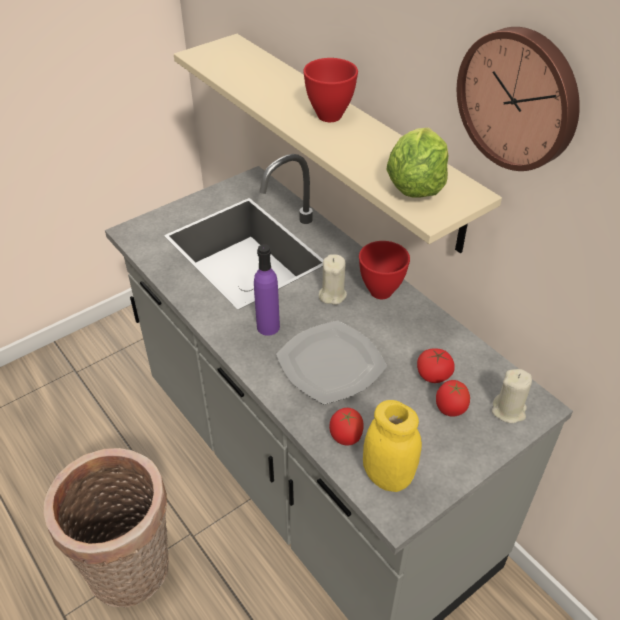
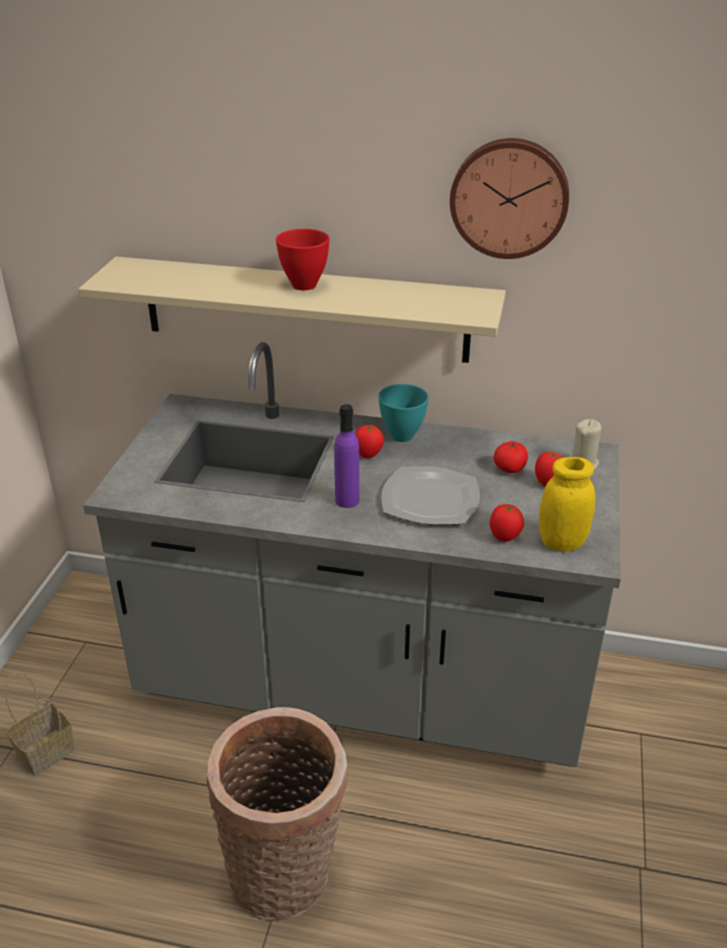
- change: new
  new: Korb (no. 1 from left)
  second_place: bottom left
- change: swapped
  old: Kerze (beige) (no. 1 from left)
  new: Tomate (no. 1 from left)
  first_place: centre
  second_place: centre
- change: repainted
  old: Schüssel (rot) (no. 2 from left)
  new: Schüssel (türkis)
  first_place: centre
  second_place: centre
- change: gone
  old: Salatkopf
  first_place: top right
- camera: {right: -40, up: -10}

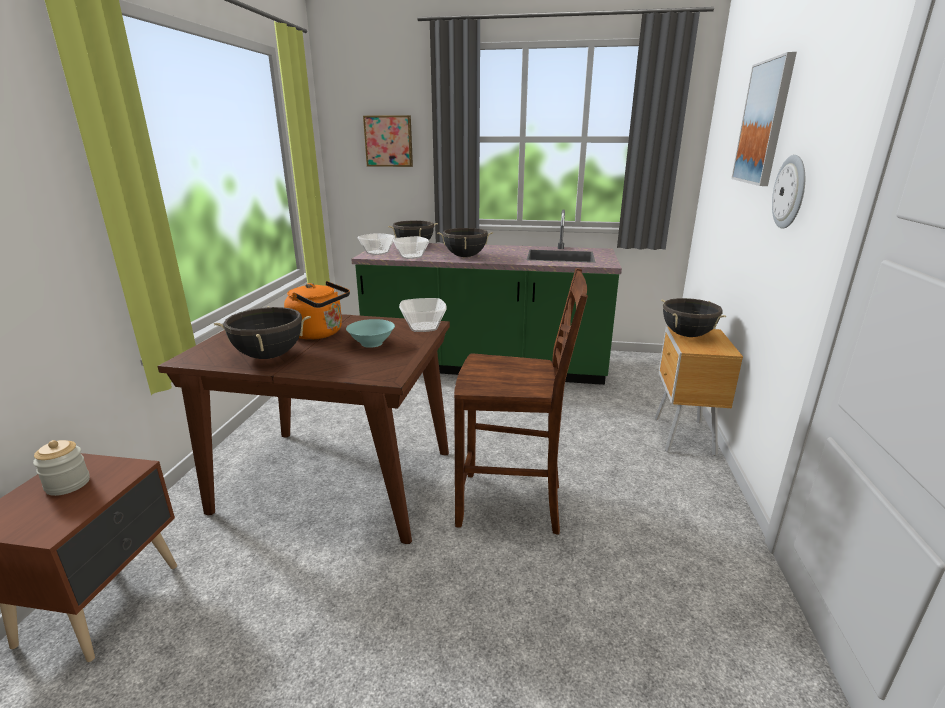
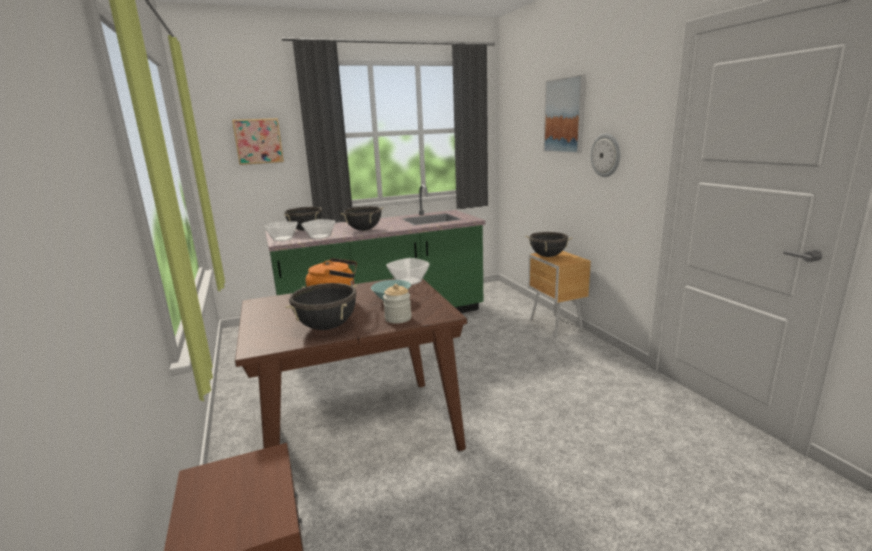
- change: shifted
  old: Vorratsglas
  first_place: middle left
  second_place: centre
- change: gone
  old: Stuhl (braun)
  first_place: centre
- camera: {right: -30, up: -5}

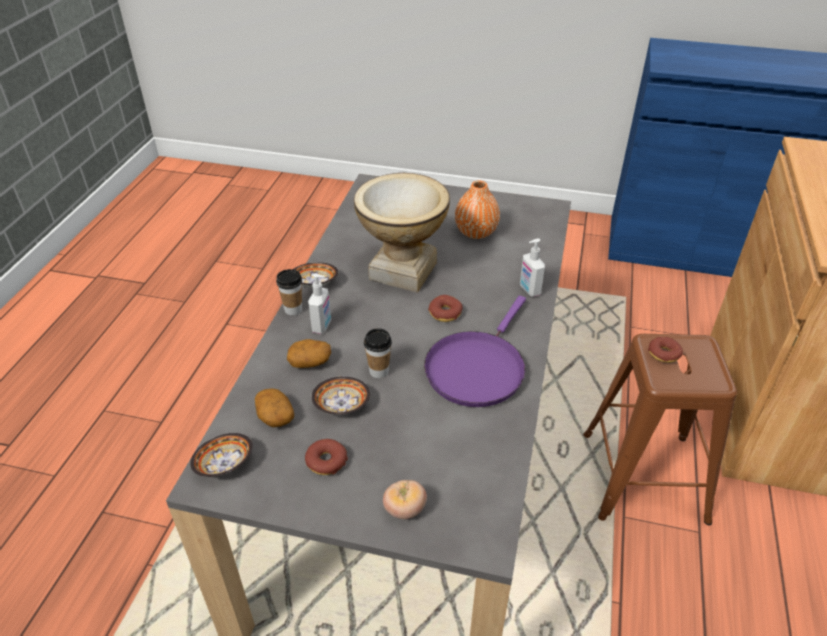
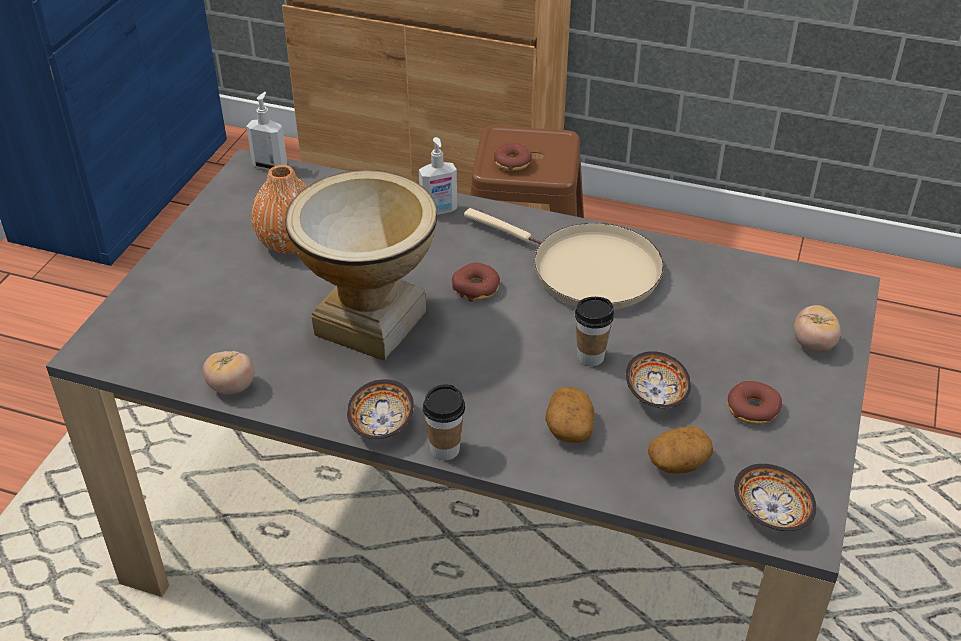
- change: new
  new: Tomate (no. 1 from left)
  second_place: middle left
- change: shifted
  old: Seifenspender (no. 1 from left)
  first_place: centre
  second_place: top left
- change: repainted
  old: Pfanne (lila)
  new: Pfanne (beige)
  first_place: centre
  second_place: centre
- camera: {right: -85, up: 0}

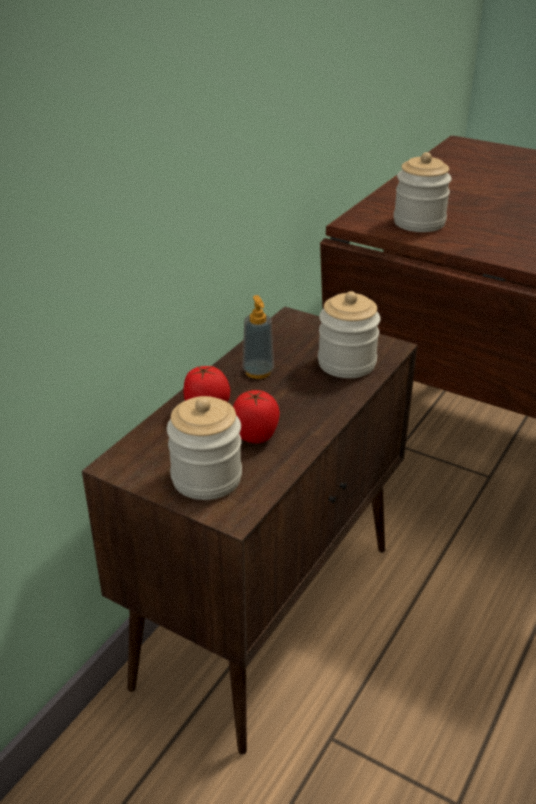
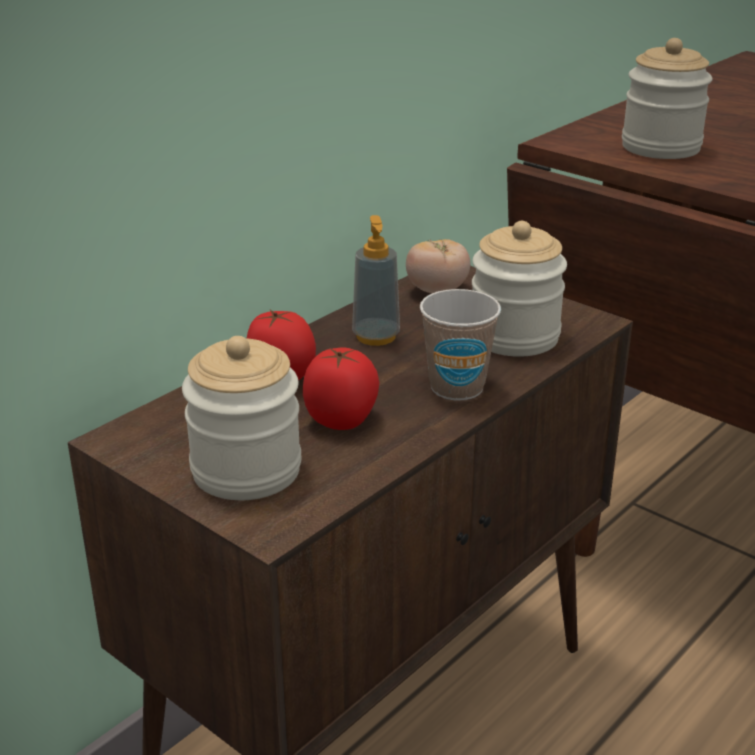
- change: new
  new: Tomate (no. 3 from left)
  second_place: centre
- change: new
  new: Tasse
  second_place: centre
- camera: {right: 10, up: -5}

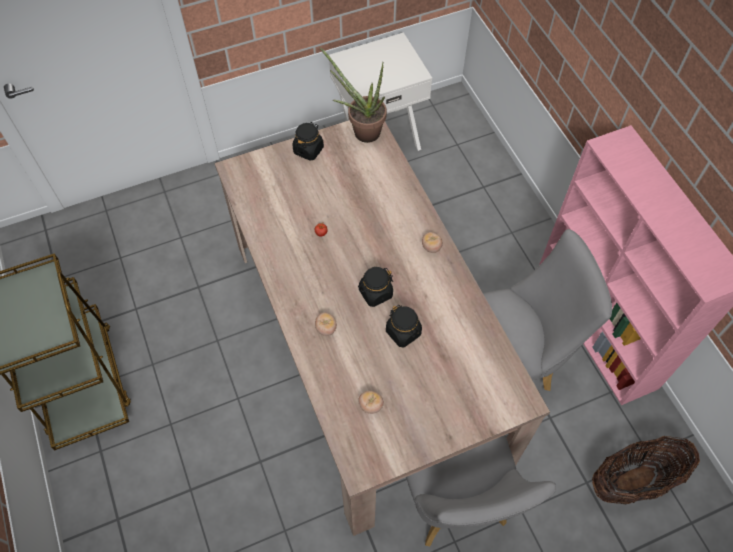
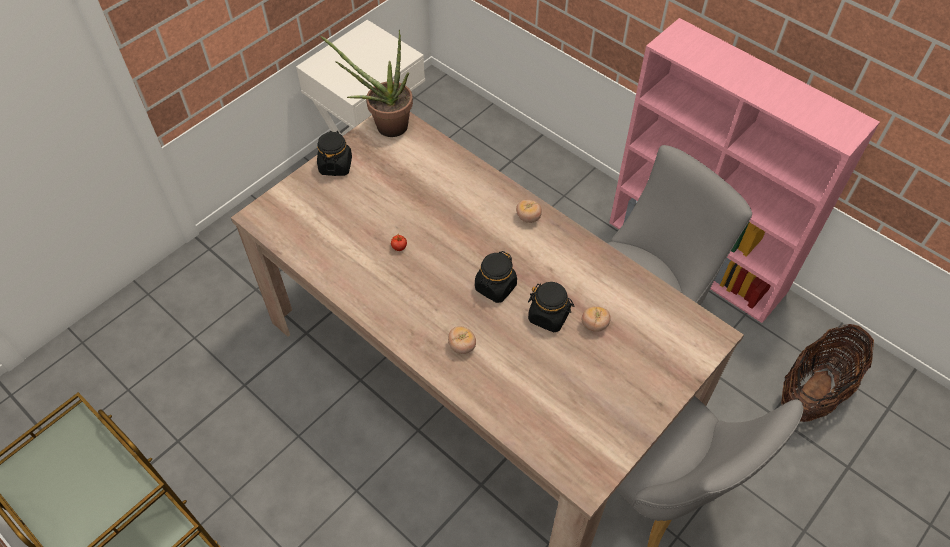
- change: shifted
  old: Tomate (no. 3 from left in the first image)
  new: Tomate (no. 4 from left)
  first_place: bottom centre
  second_place: centre
- camera: {right: -25, up: -5}

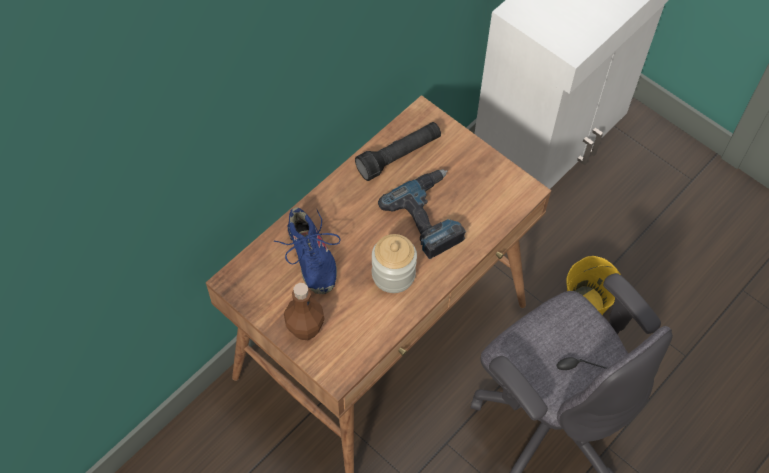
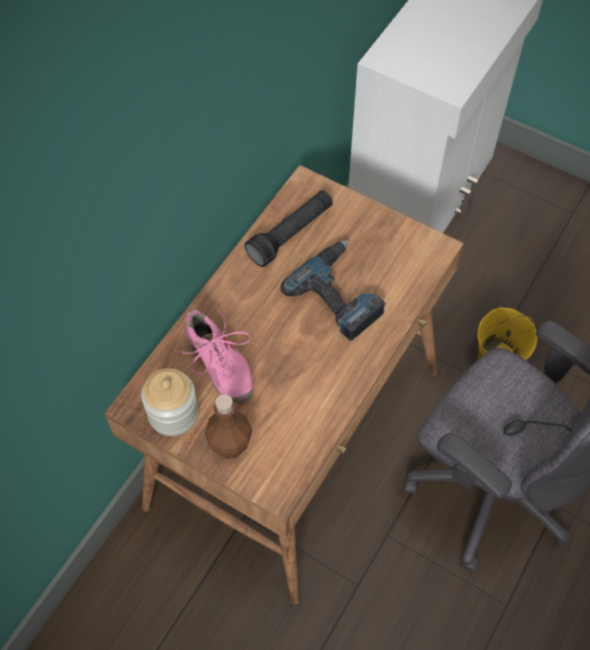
- change: shifted
  old: Vorratsglas
  first_place: centre
  second_place: middle left
- change: repainted
  old: Schuh (blau)
  new: Schuh (rosa)
  first_place: centre
  second_place: centre
- camera: {right: -10, up: 0}

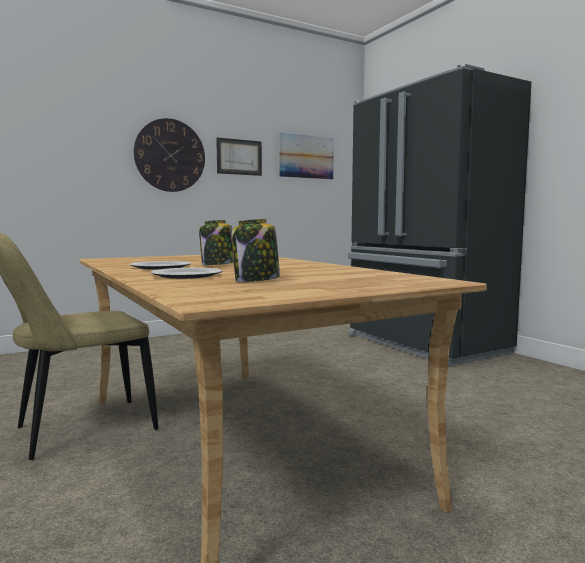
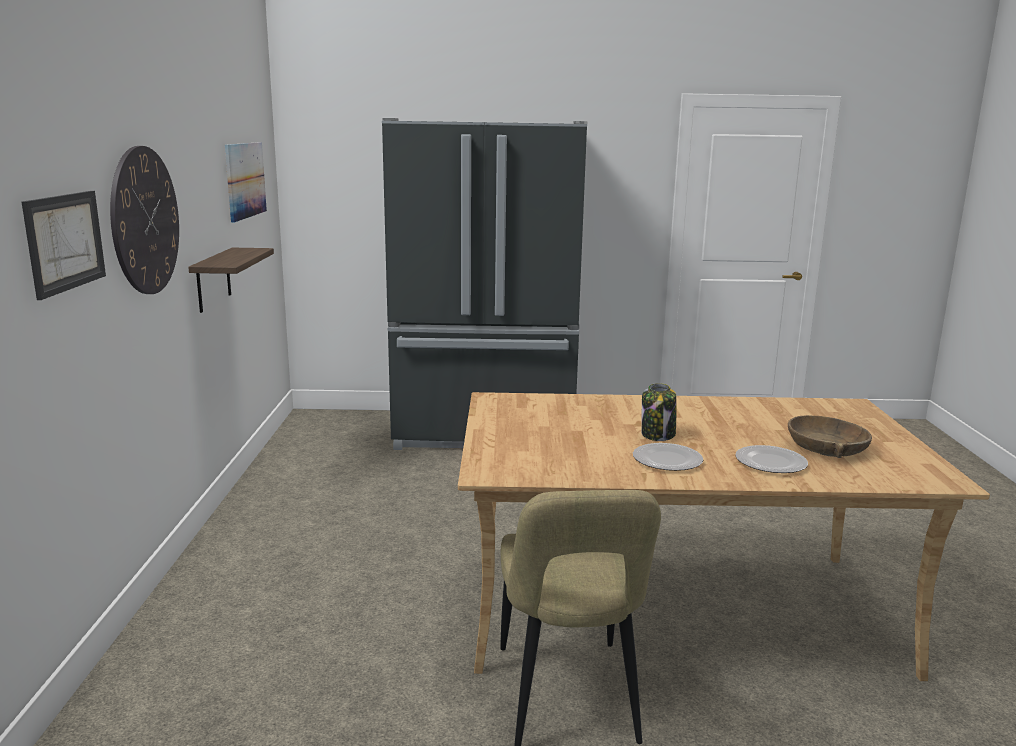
- change: shifted
  old: Bild (no. 1 from left)
  first_place: top centre
  second_place: top left
- change: new
  new: Wandregal
  second_place: middle left
- change: swapped
  old: Vorratsglas (no. 2 from left)
  new: Schüssel (braun)
  first_place: centre
  second_place: middle right
- camera: {right: -60, up: 10}

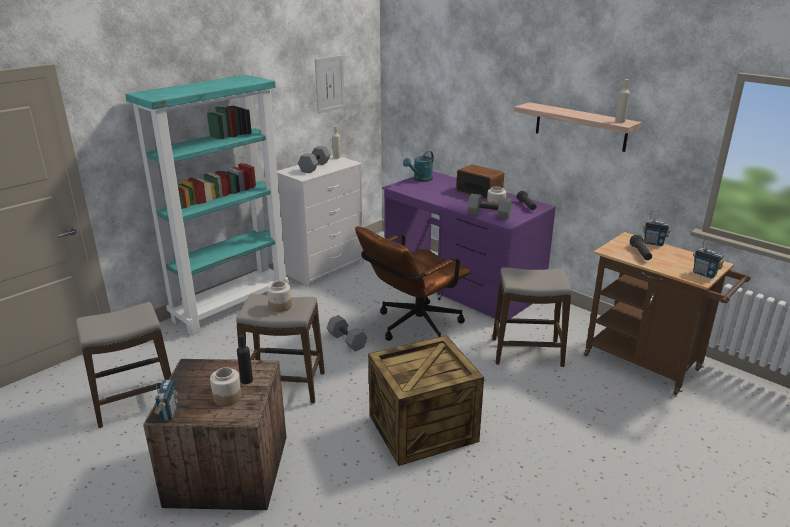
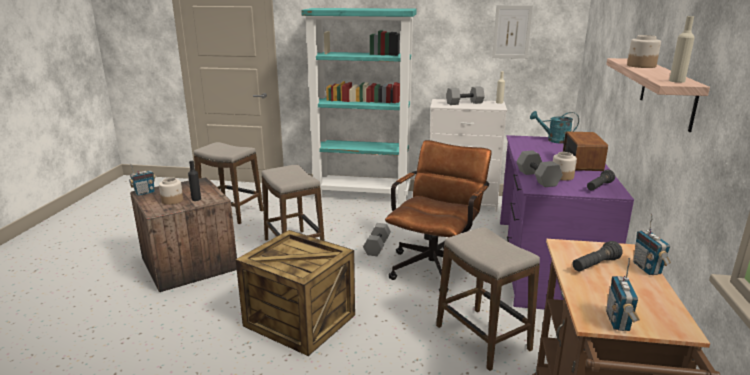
- change: rotated
  old: Bürostuhl (braun)
  first_place: centre
  second_place: centre
  degrees: 105
- change: shifted
  old: Vorratsglas (no. 2 from left in the first image)
  new: Vorratsglas (no. 3 from left)
  first_place: centre
  second_place: top right
- camera: {right: 55, up: -5}

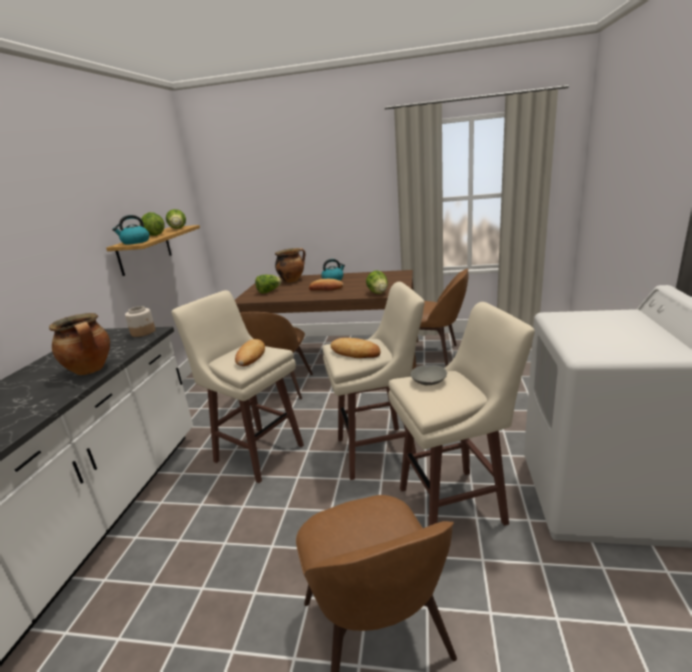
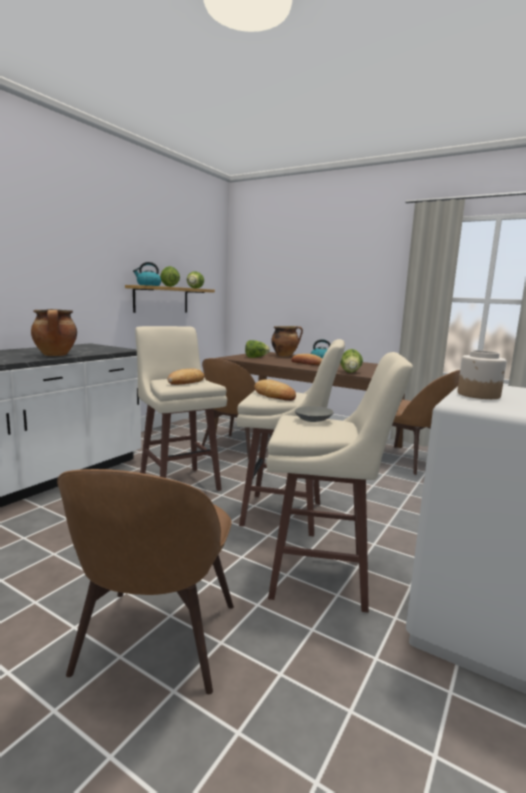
- change: shifted
  old: Vorratsglas
  first_place: middle left
  second_place: middle right
- camera: {right: 20, up: -10}

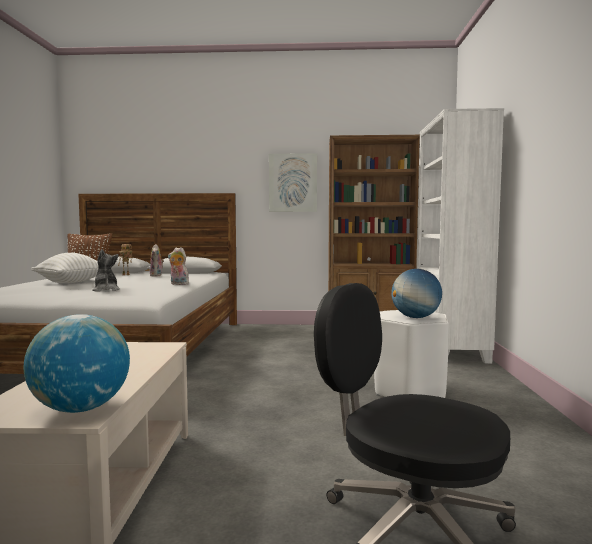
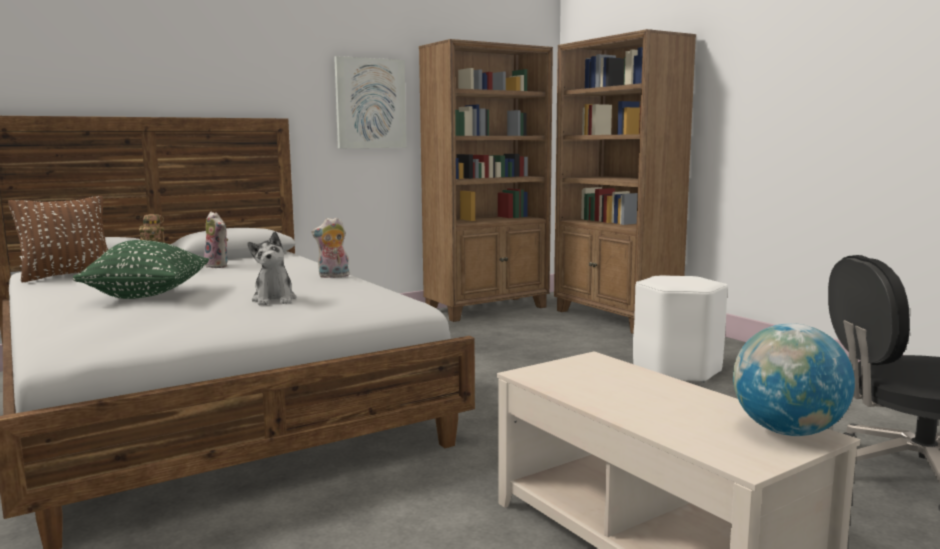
- change: repainted
  old: Kissen (weiß)
  new: Kissen (grün)
  first_place: middle left
  second_place: middle left
- change: rotated
  old: Plüschtier (no. 1 from left in the first image)
  first_place: middle left
  second_place: middle left
  degrees: -135
- change: repainted
  old: Bücherregal (weiß)
  new: Bücherregal (braun) (no. 2 from left)
  first_place: middle right
  second_place: top centre
- change: gone
  old: Globus (no. 2 from left)
  first_place: middle right
- camera: {right: -35, up: 5}

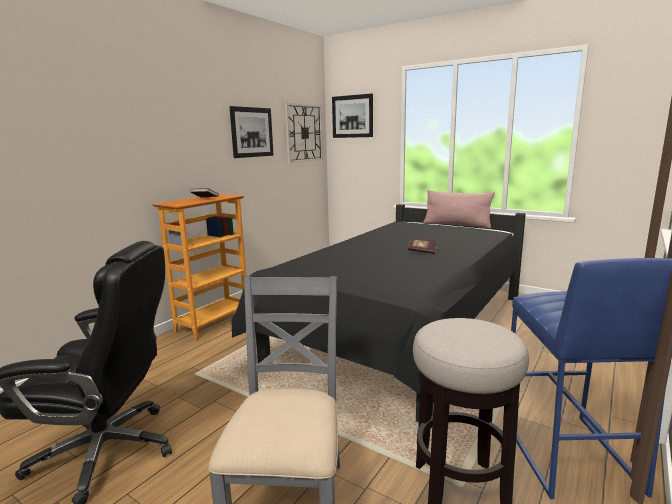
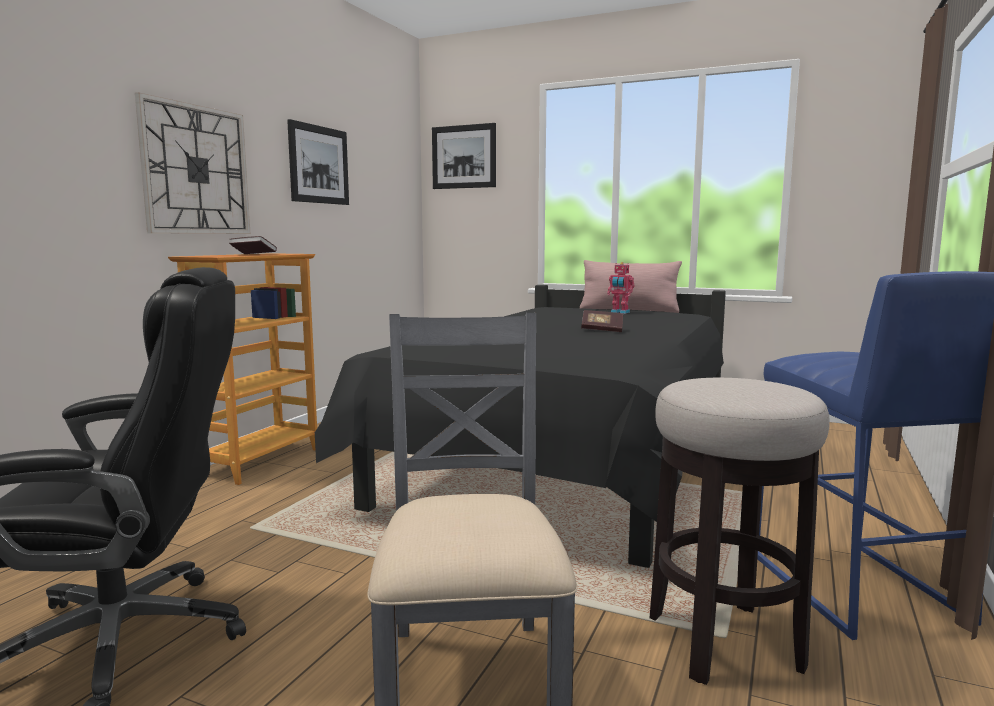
- change: shifted
  old: Wanduhr
  first_place: top centre
  second_place: top left
- change: new
  new: Spielzeugroboter
  second_place: centre
- camera: {right: -10, up: -5}

